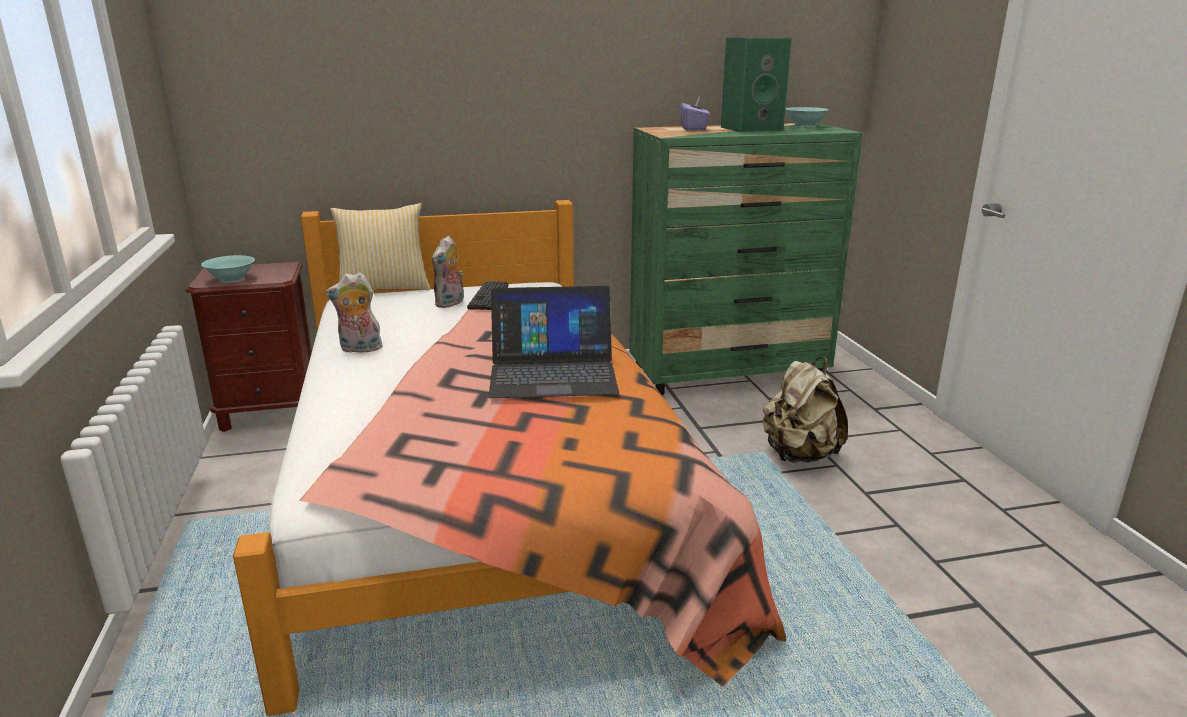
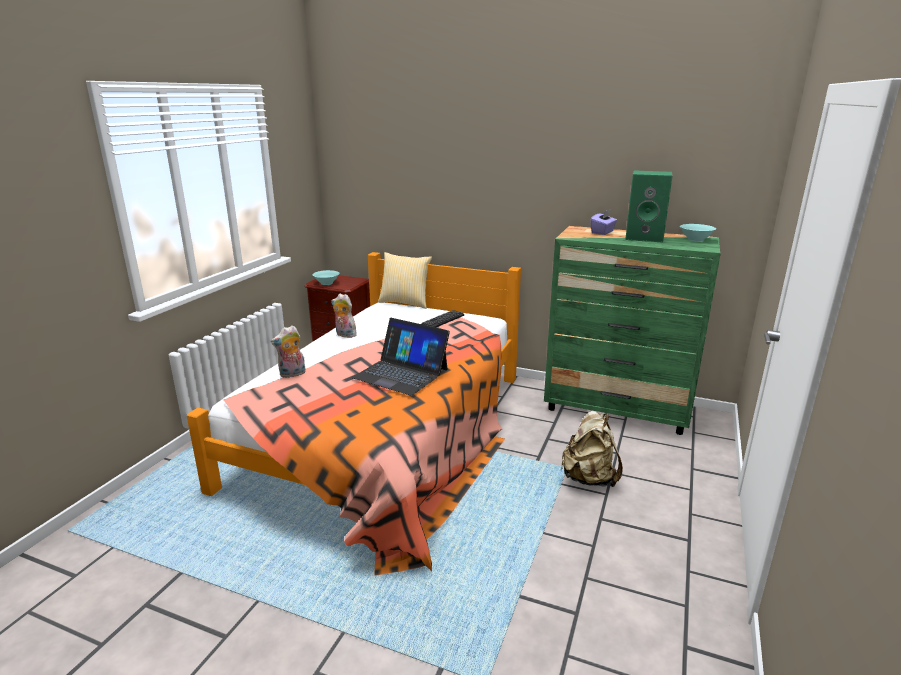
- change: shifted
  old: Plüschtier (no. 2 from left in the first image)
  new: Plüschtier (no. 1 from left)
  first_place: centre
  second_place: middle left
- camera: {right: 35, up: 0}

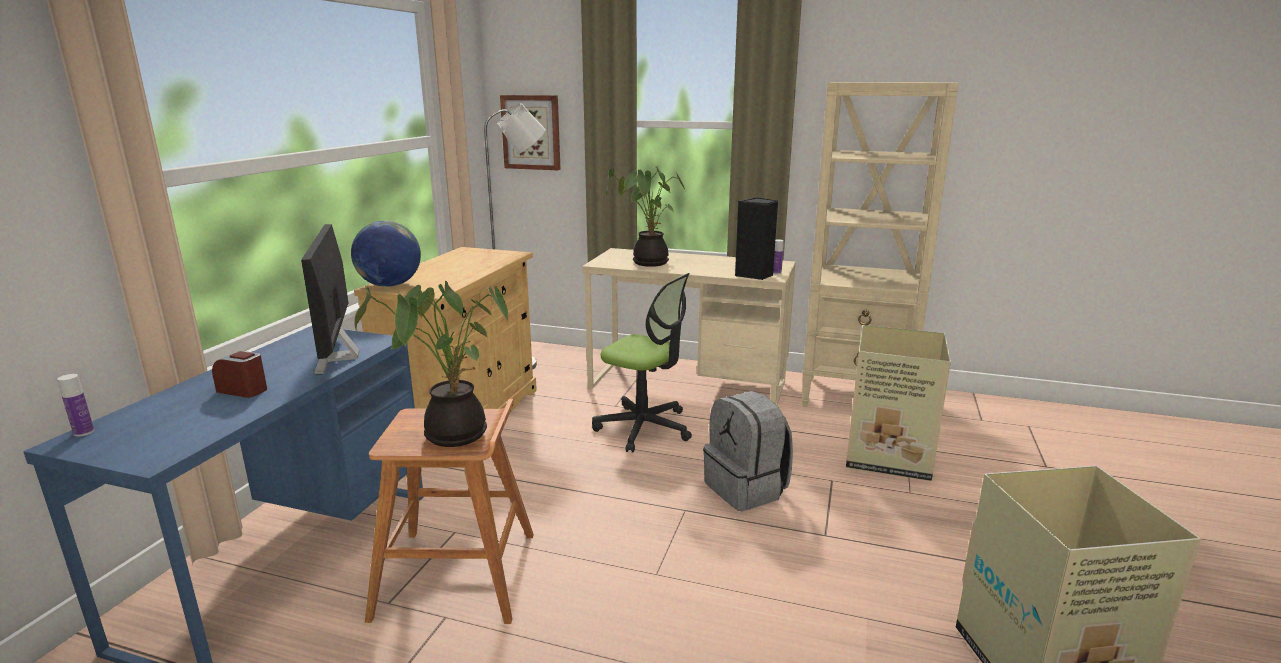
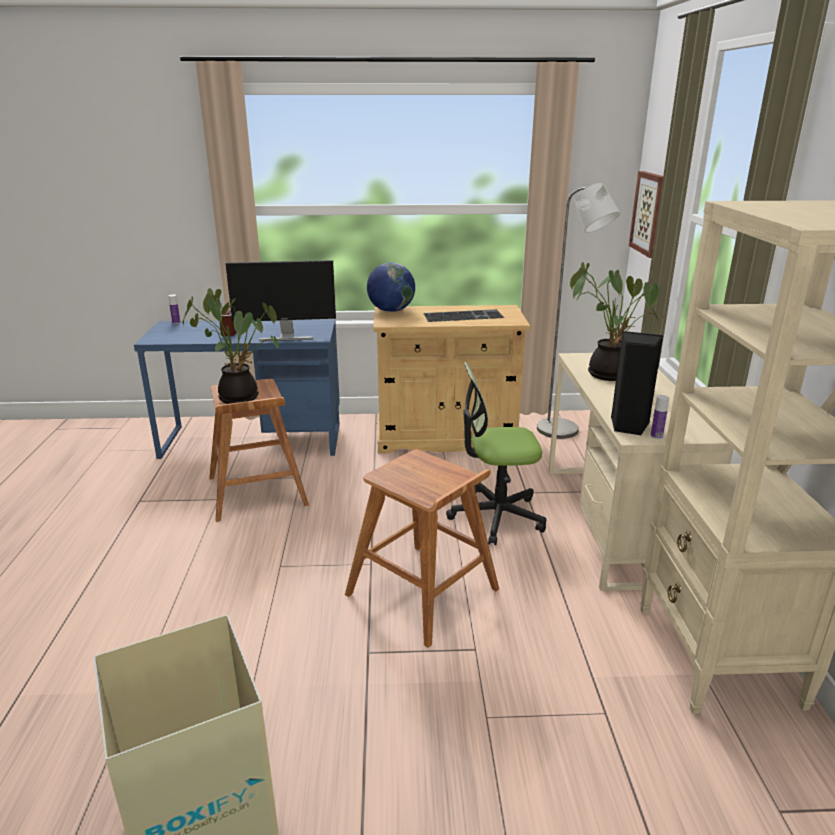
- change: rotated
  old: Monitor
  first_place: middle left
  second_place: centre
  degrees: -150
- change: swapped
  old: Rucksack (grau)
  new: Hocker (braun) (no. 2 from left)
  first_place: bottom centre
  second_place: centre
- change: new
  new: Tastatur
  second_place: centre
- change: rotated
  old: Bürostuhl
  first_place: centre
  second_place: centre
  degrees: 75
- change: gone
  old: Karton (no. 1 from left)
  first_place: middle right
- camera: {right: 70, up: 5}

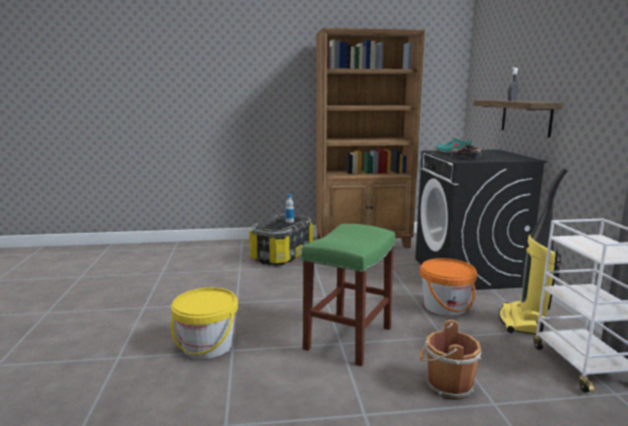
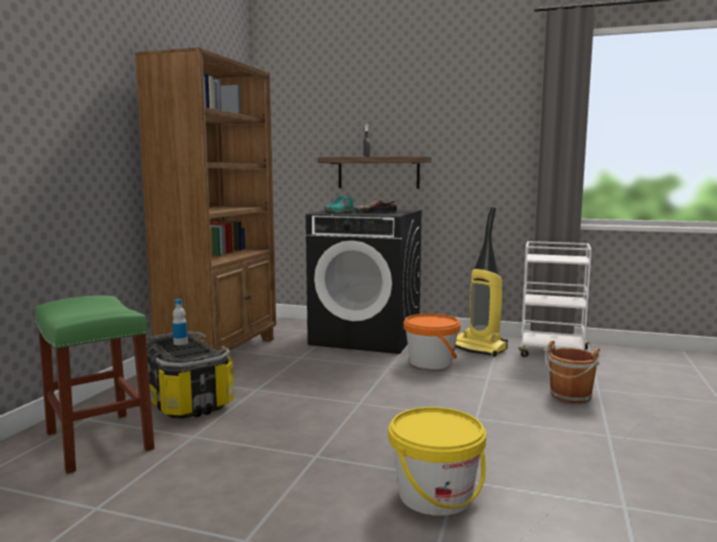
- change: shifted
  old: Hocker (grün)
  first_place: bottom centre
  second_place: bottom left
- camera: {right: -65, up: -5}

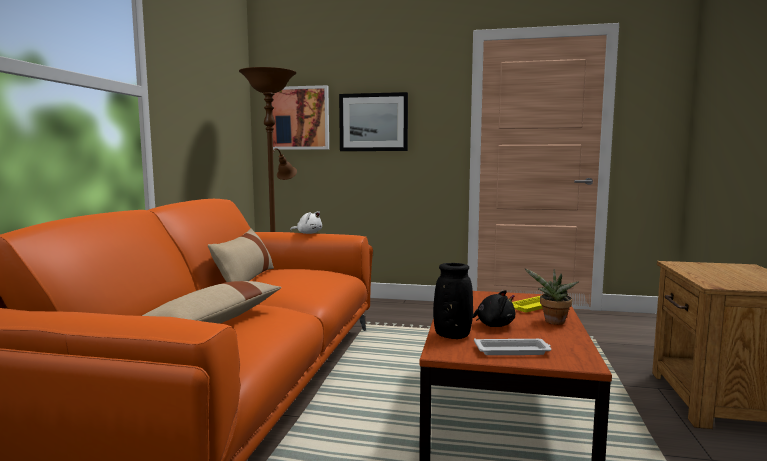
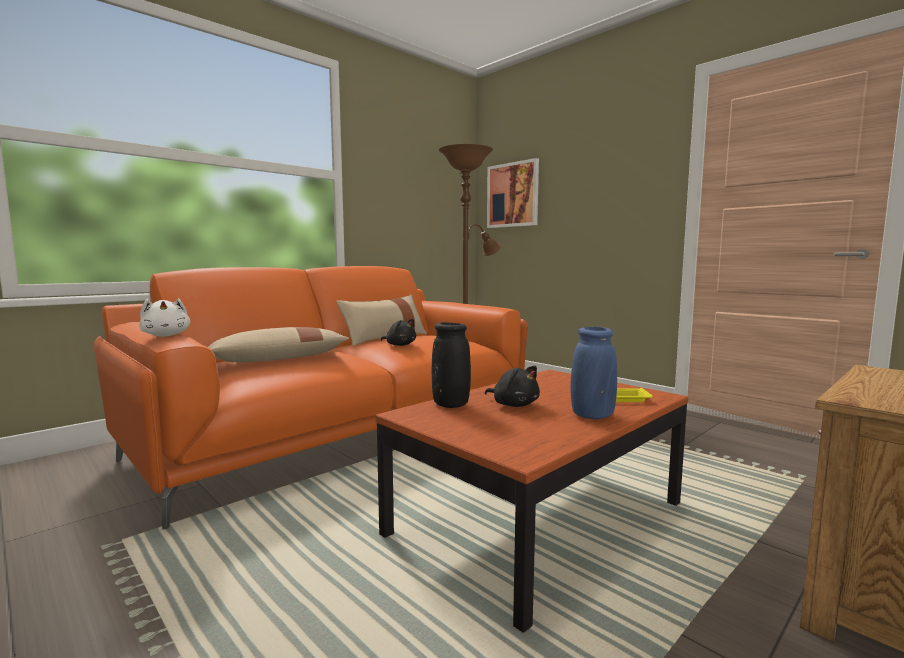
- change: shifted
  old: Plüschtier (weiß)
  first_place: centre
  second_place: middle left
- change: new
  new: Plüschtier (schwarz) (no. 1 from left)
  second_place: centre
- change: swapped
  old: Topfpflanze
  new: Vase (blau)
  first_place: middle right
  second_place: centre
- change: gone
  old: Bild (no. 2 from left)
  first_place: top centre
- change: gone
  old: Tablett (weiß)
  first_place: bottom right
- camera: {right: 35, up: 0}

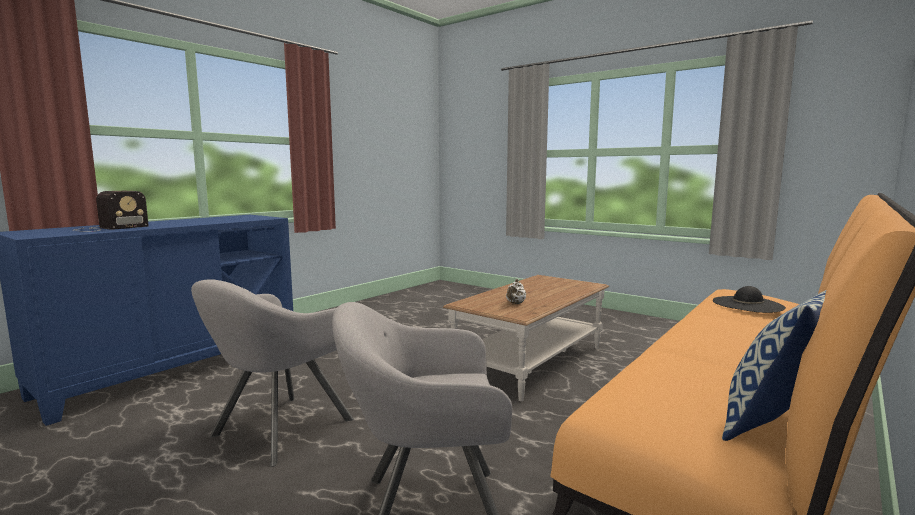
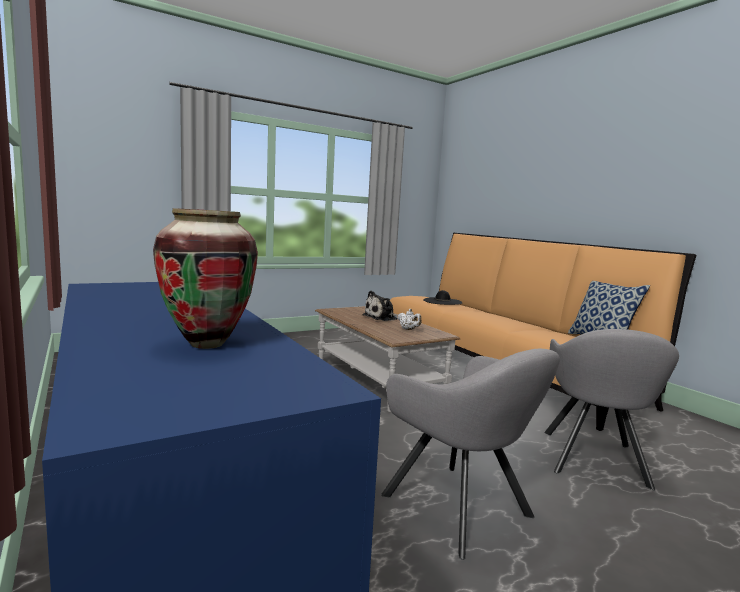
- change: swapped
  old: Radio
  new: Vase
  first_place: middle left
  second_place: middle left
- change: new
  new: Plüschtier
  second_place: centre
- camera: {right: -70, up: 0}

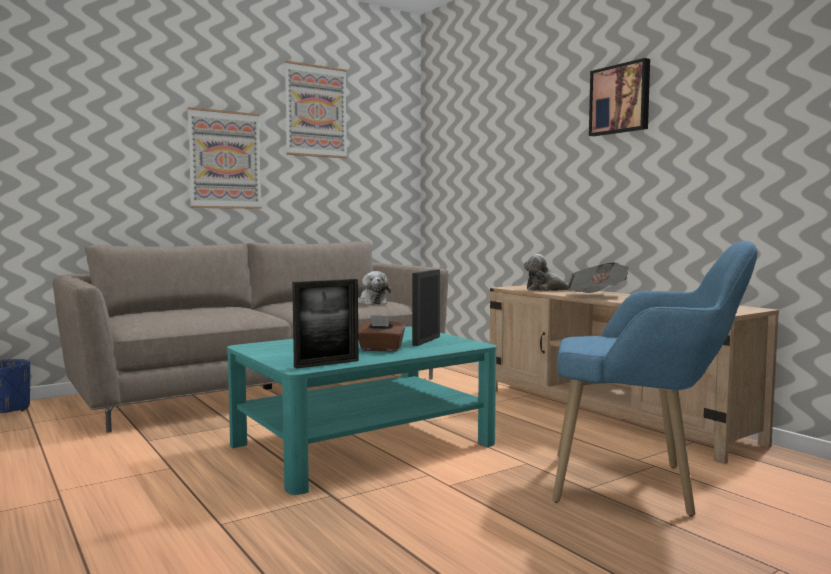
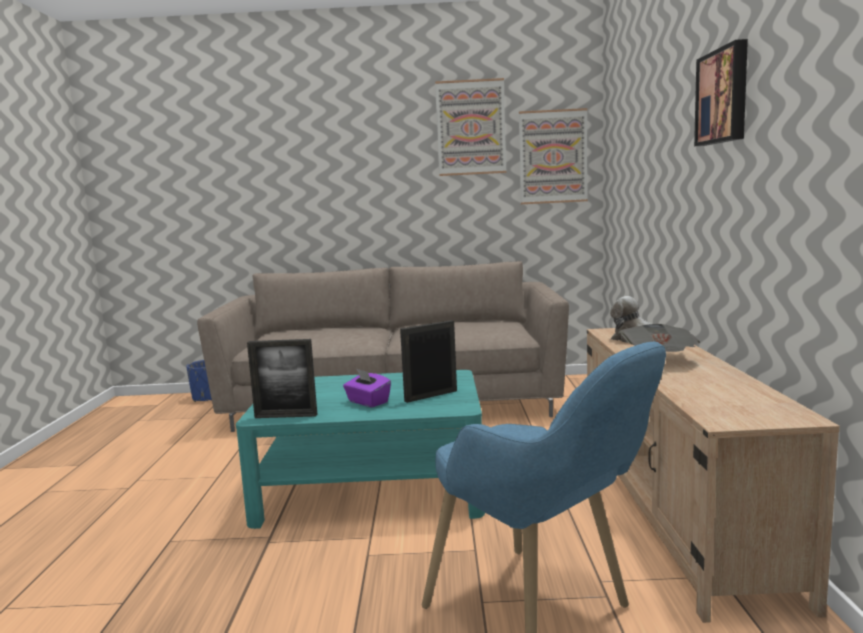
- change: repainted
  old: Taschentuchbox (braun)
  new: Taschentuchbox (lila)
  first_place: centre
  second_place: centre
- change: shifted
  old: Bild (no. 1 from left in the first image)
  new: Bild (no. 2 from left)
  first_place: top left
  second_place: top centre
- change: gone
  old: Plüschtier (no. 1 from left)
  first_place: centre
- camera: {right: 35, up: 5}

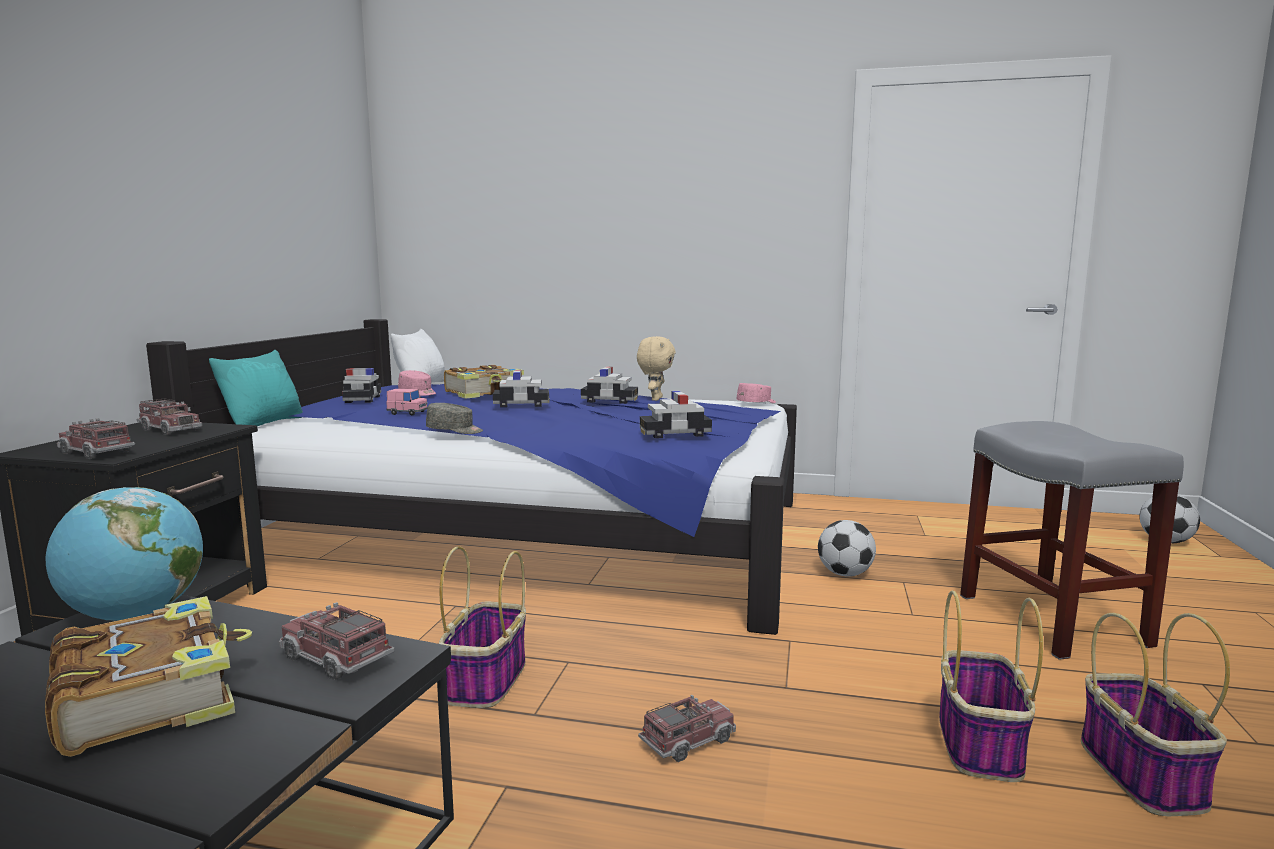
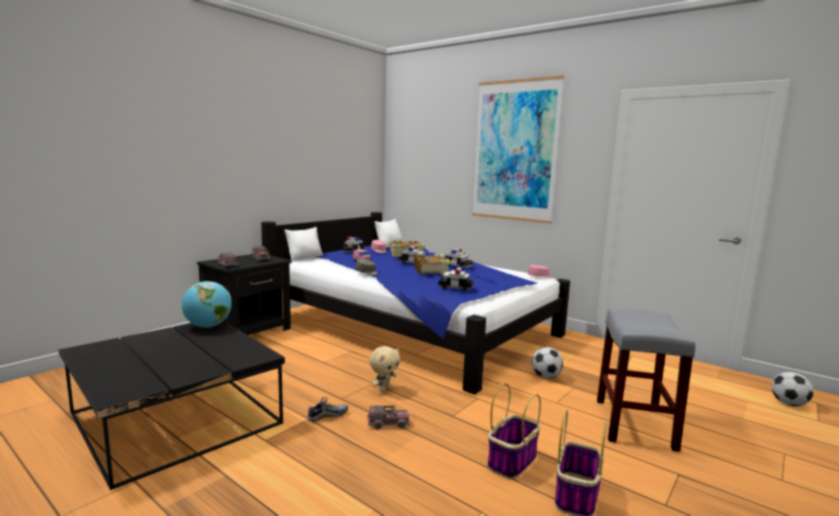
- change: repainted
  old: Kissen (türkis)
  new: Kissen (weiß) (no. 1 from left)
  first_place: middle left
  second_place: centre
- change: new
  new: Schuh
  second_place: bottom centre
- change: shifted
  old: Plüschtier (beige)
  first_place: centre
  second_place: bottom centre
- change: shifted
  old: Buch (no. 1 from left in the first image)
  new: Buch (no. 2 from left)
  first_place: bottom left
  second_place: centre
- change: new
  new: Bild
  second_place: top centre
- change: gone
  old: Spielzeuglaster (no. 3 from left)
  first_place: bottom left
- change: gone
  old: Korb (no. 1 from left)
  first_place: bottom centre
- camera: {right: 25, up: 0}

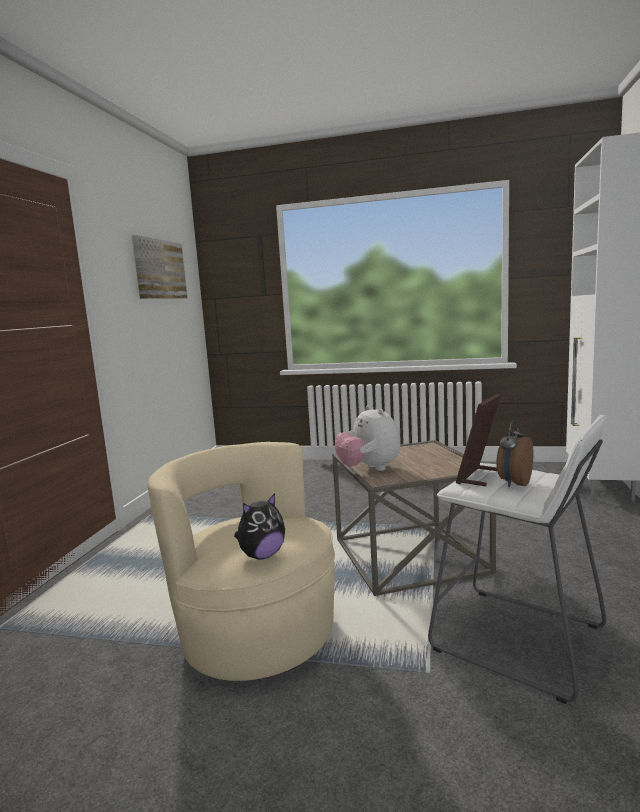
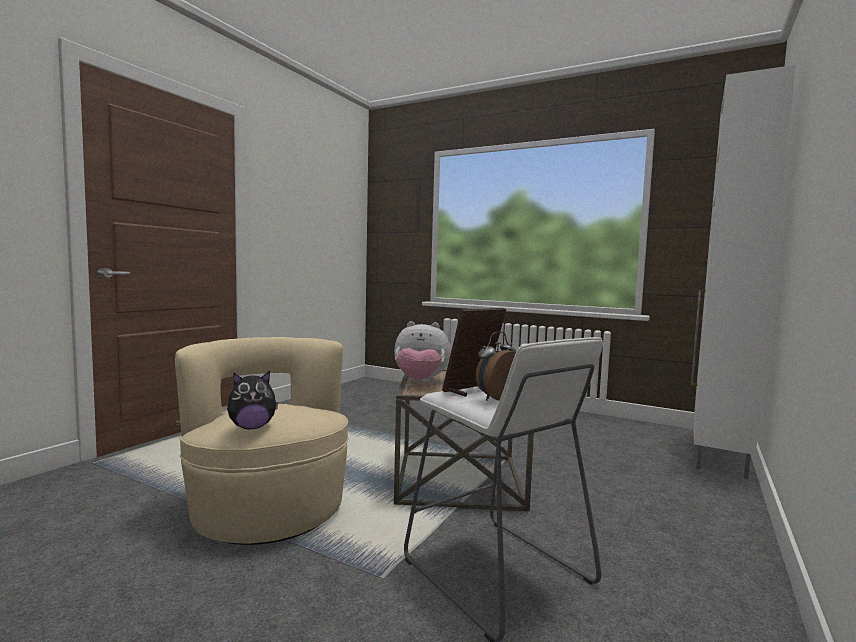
- change: rotated
  old: Plüschtier (no. 2 from left)
  first_place: centre
  second_place: centre
  degrees: -75
- change: gone
  old: Bild
  first_place: top left
- camera: {right: 15, up: -5}

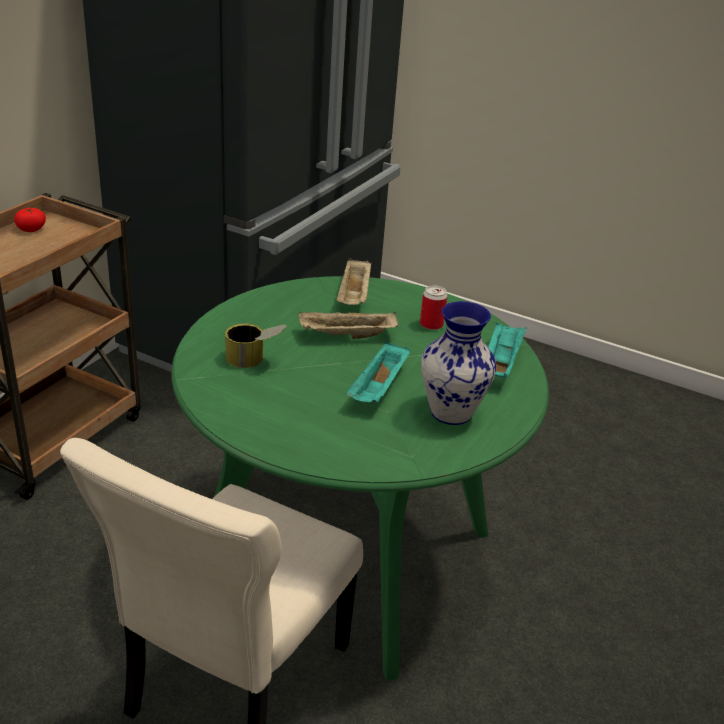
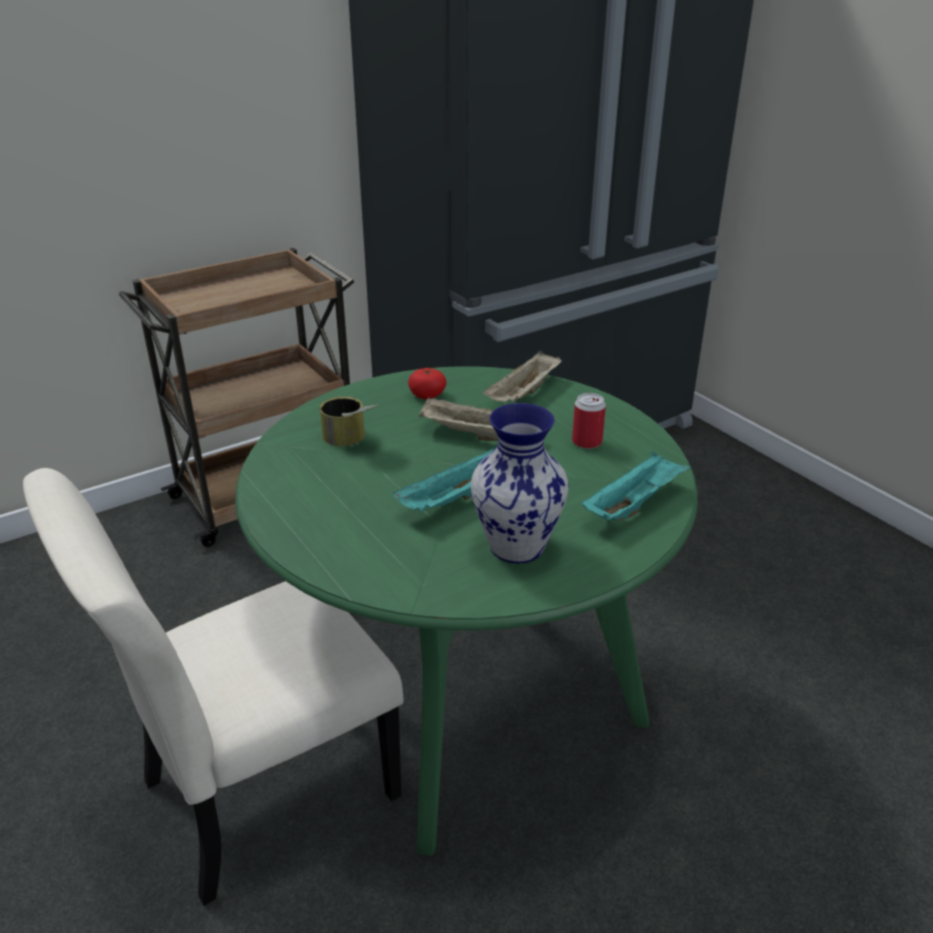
- change: shifted
  old: Tomate
  first_place: top left
  second_place: centre
- camera: {right: 30, up: 0}

